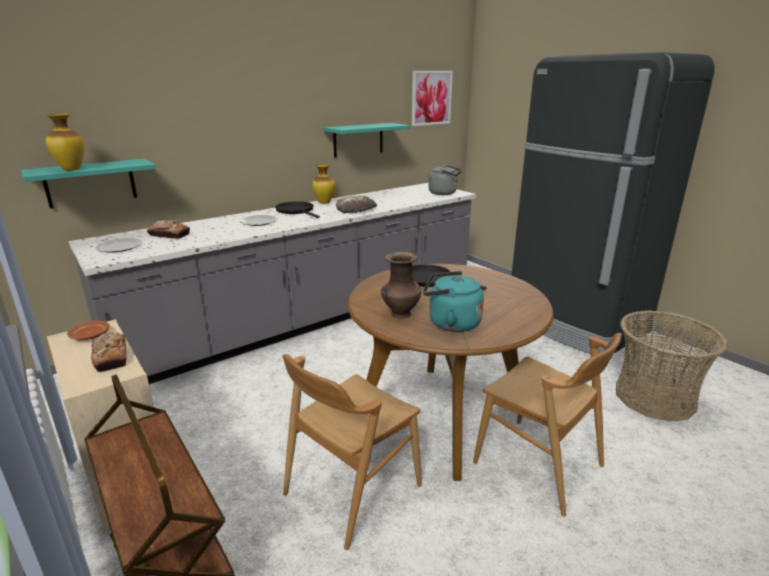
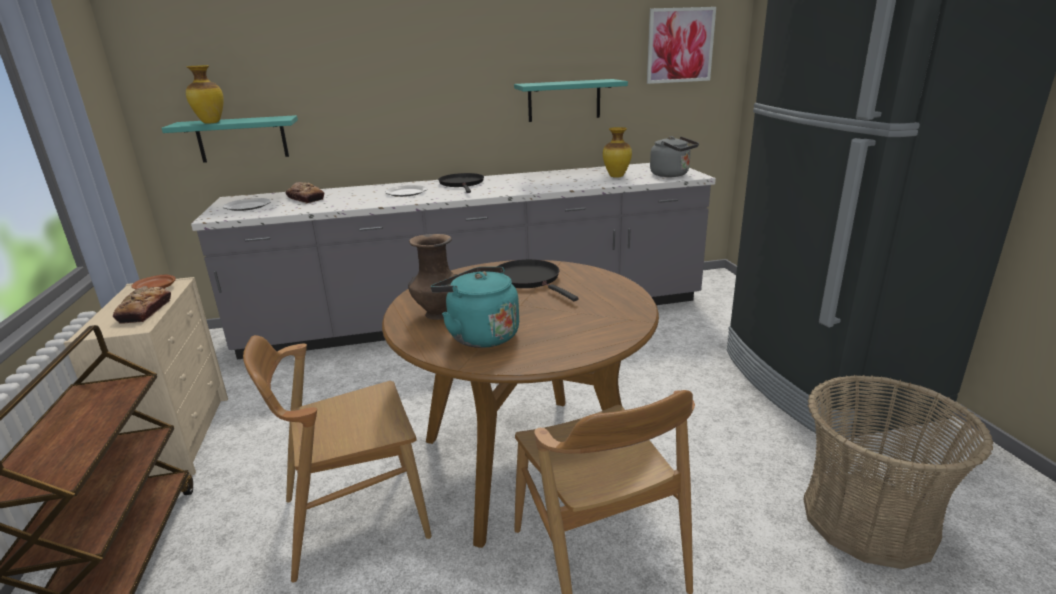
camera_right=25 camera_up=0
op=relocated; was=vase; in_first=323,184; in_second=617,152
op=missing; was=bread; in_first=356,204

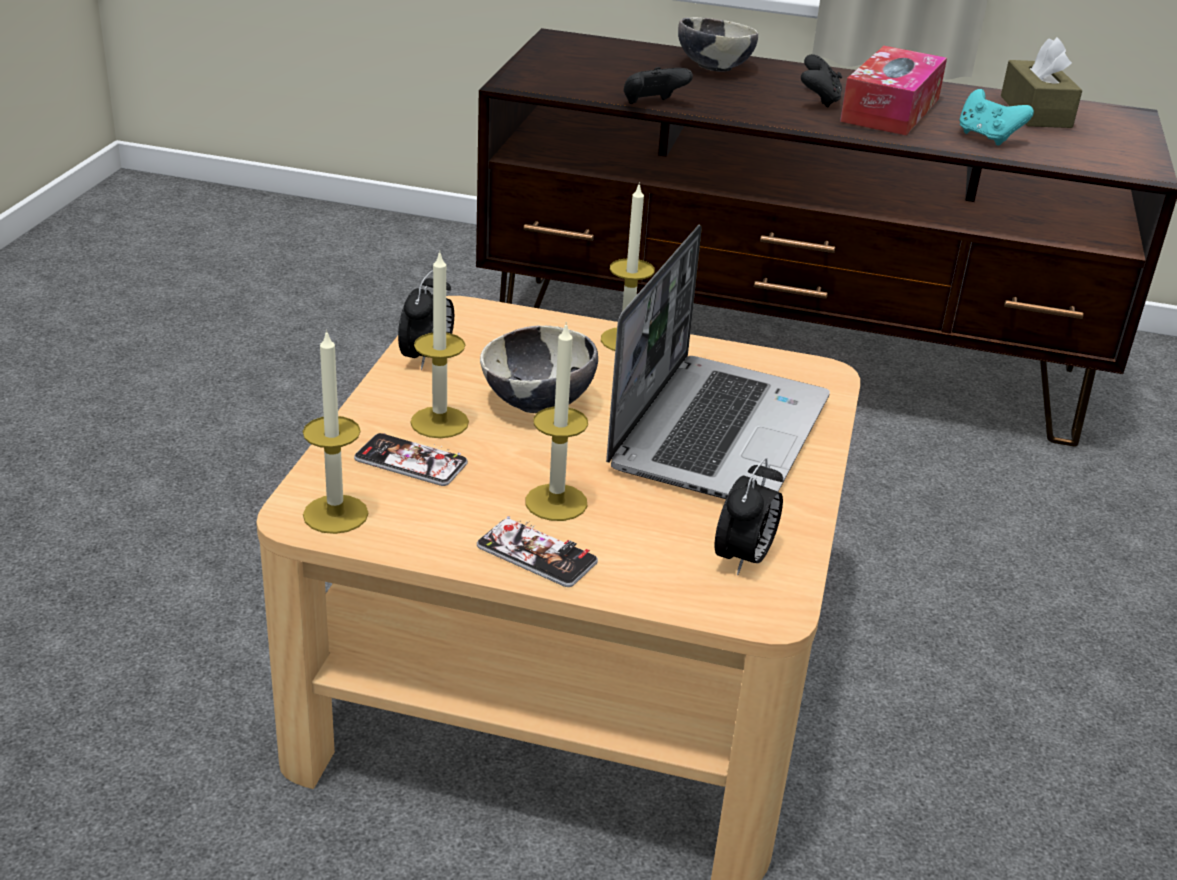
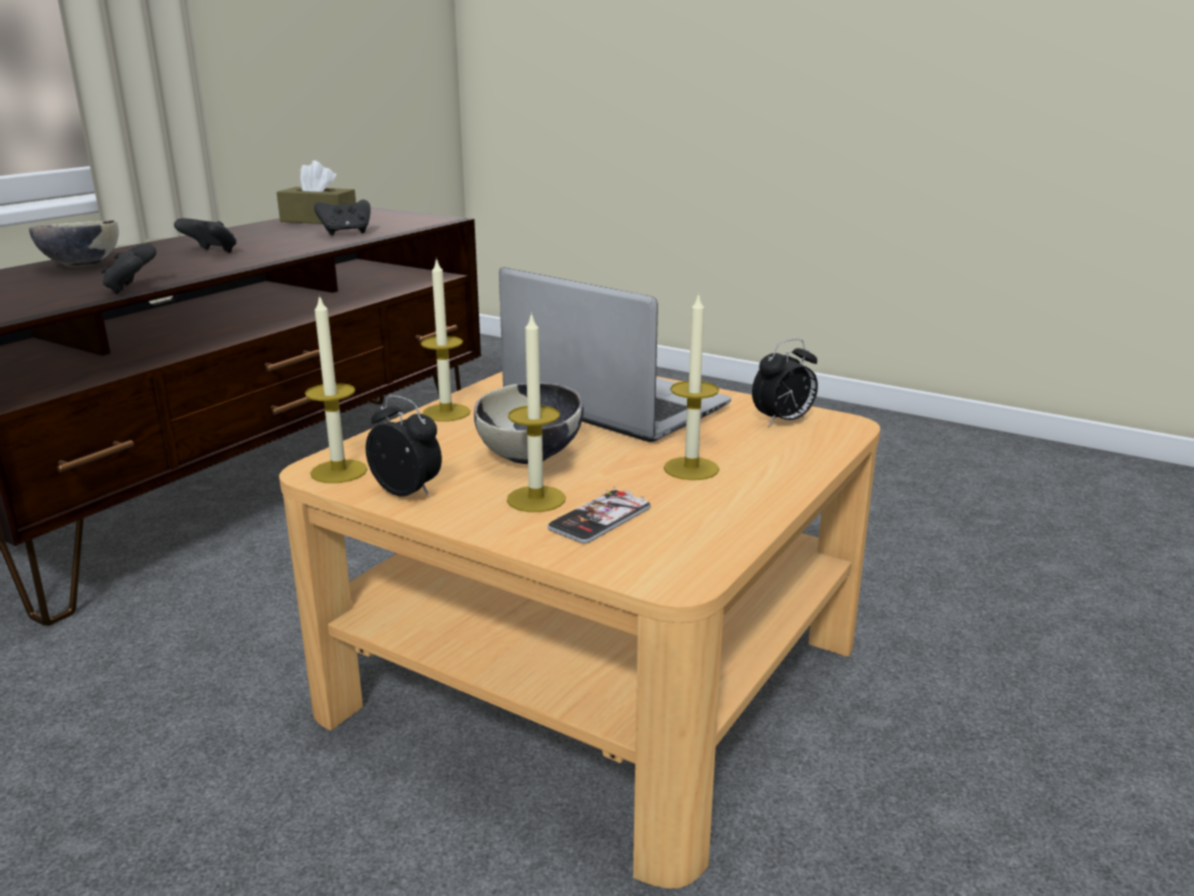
camera_right=-70 camera_up=-10
op=relocated; was=candle; in_first=336,431; in_second=336,388
op=missing; was=phone; in_first=537,551
op=spun; was=alarm clock; in_first=748,516; in_second=785,382; clockwise=105
op=missing; was=tissue box; in_first=893,91
op=colour; was=turquoise game controller; now=black game controller; in_first=997,117; in_second=342,217

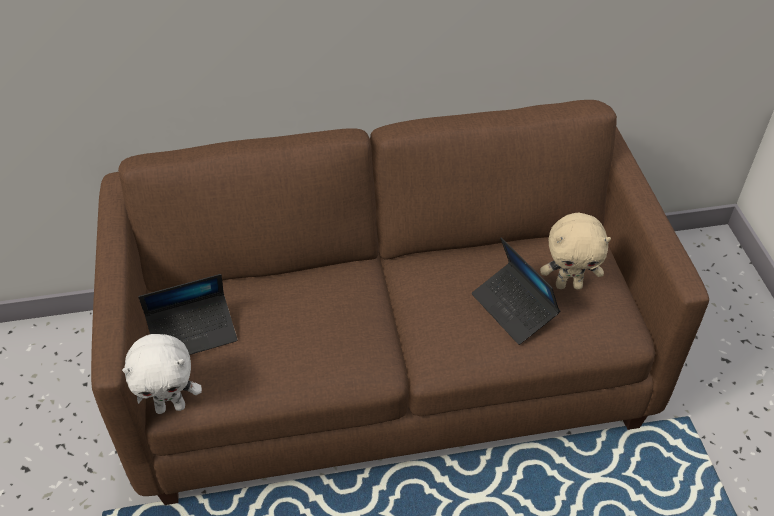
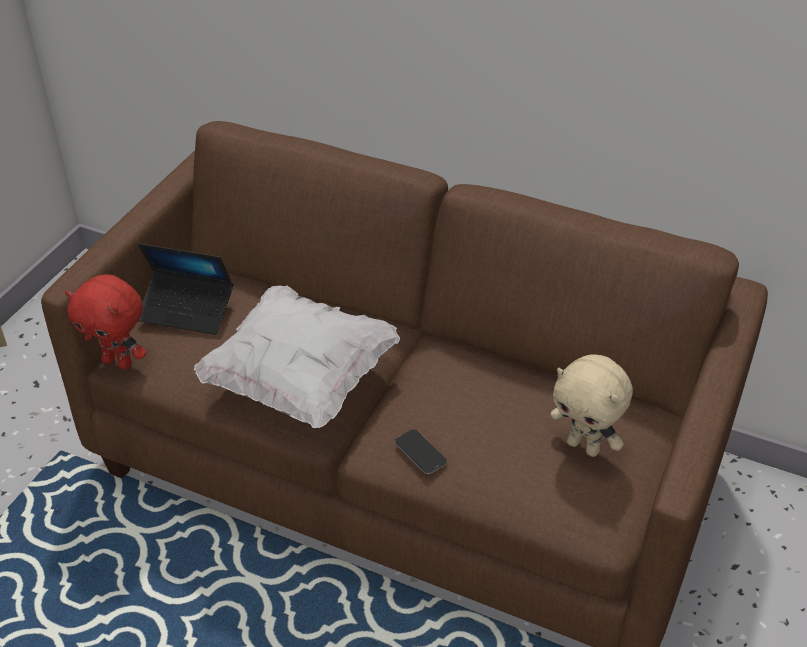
camera_right=35 camera_up=-5
op=colour; was=white plush toy; now=red plush toy; in_first=162,374; in_second=106,322
op=missing; was=laptop; in_first=516,291
op=appeared; now=white pillow; in_second=297,356
op=appeared; now=phone; in_second=421,451

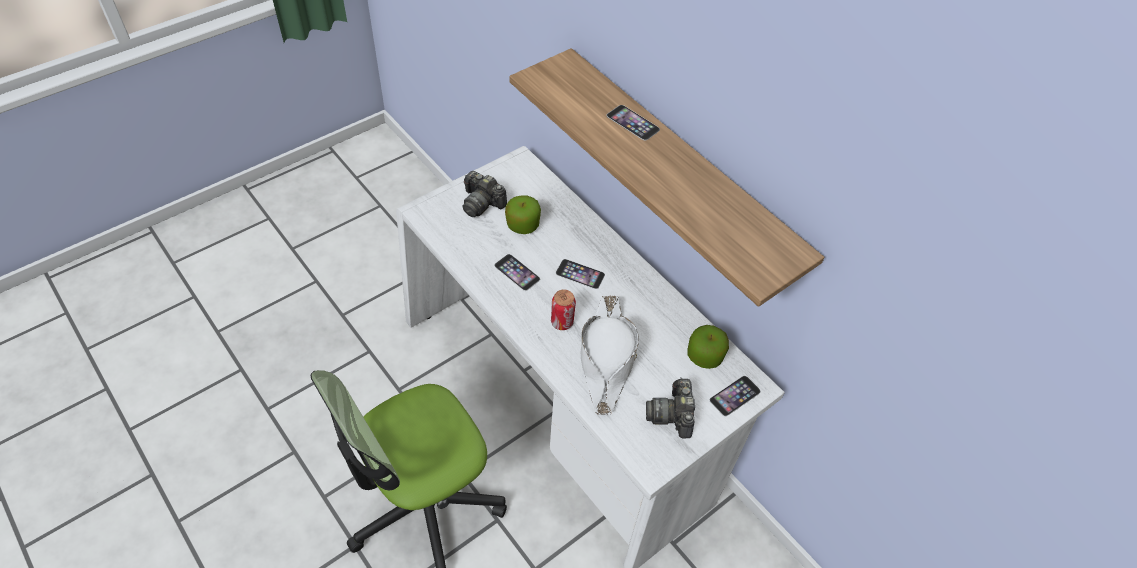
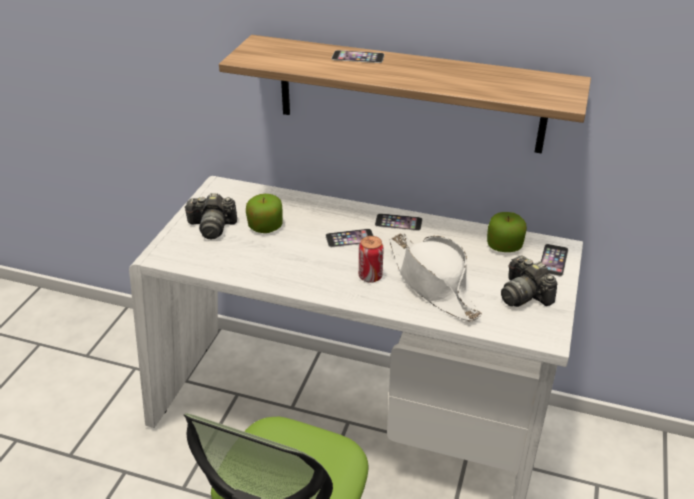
camera_right=-30 camera_up=-15
op=relocated; was=phone; in_first=517,272; in_second=399,222

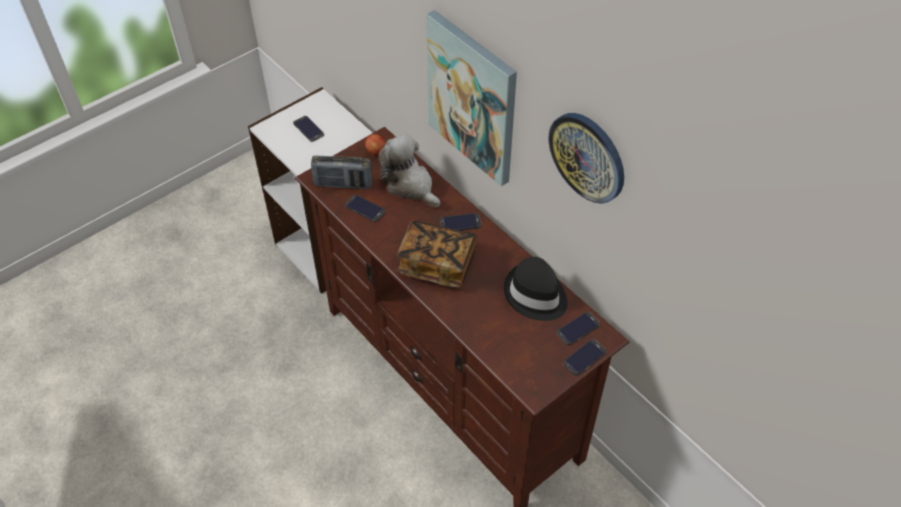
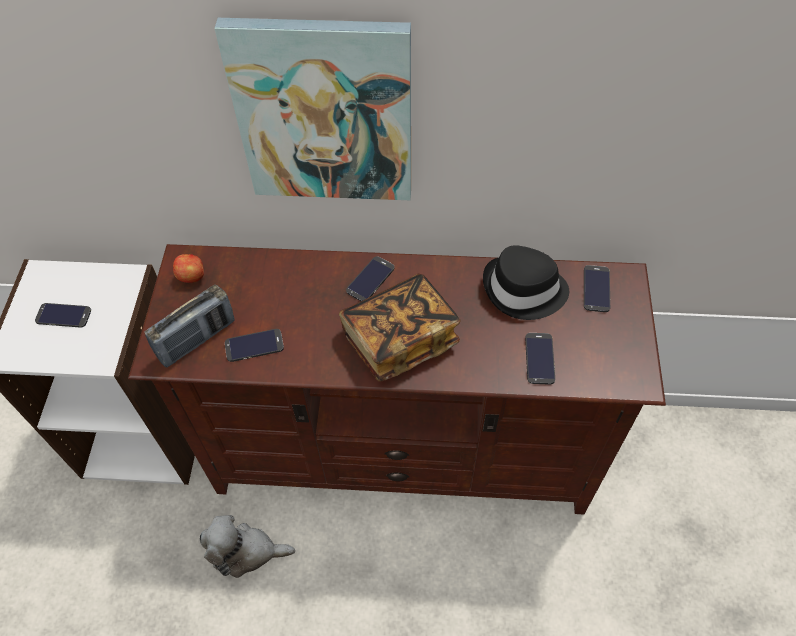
camera_right=-45 camera_up=5
op=relocated; was=plush toy; in_first=409,171; in_second=247,546
op=missing; was=wall clock; in_first=586,158
op=relocated; was=phone; in_first=584,357; in_second=540,358

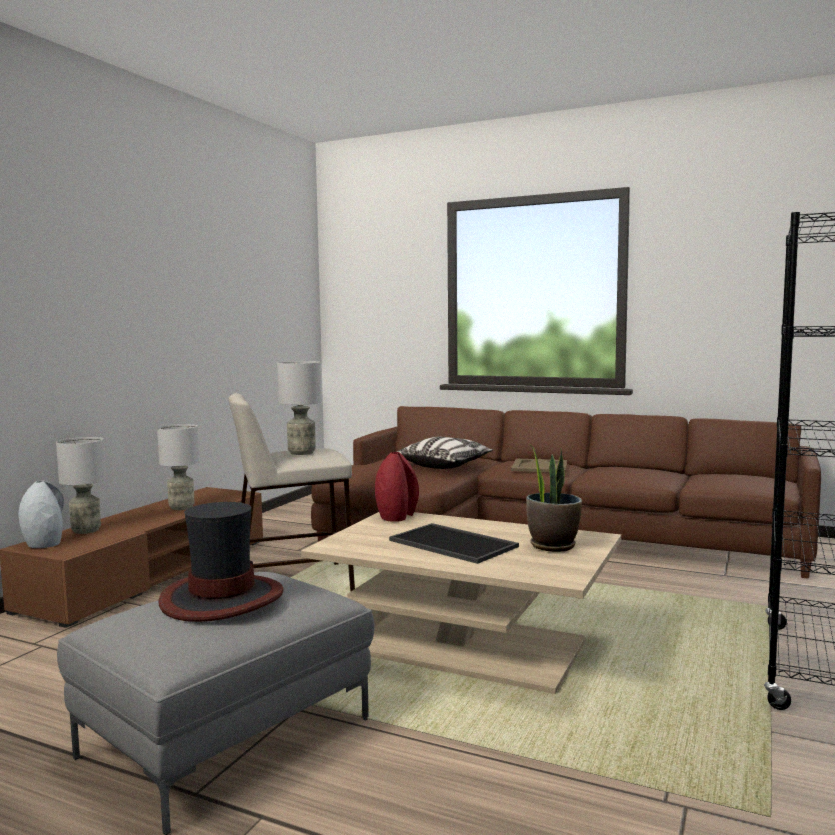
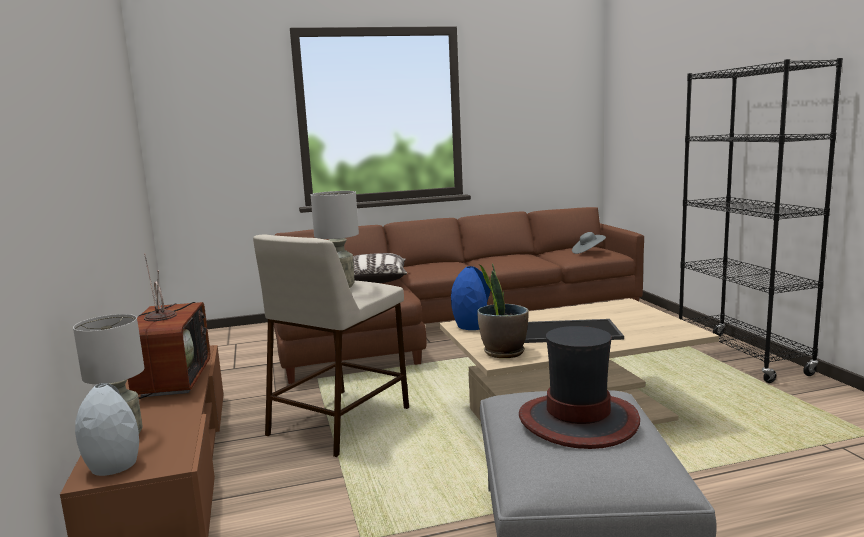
camera_right=-40 camera_up=5
op=exchanged; was=grey table lamp; now=television; in_first=178,467; in_second=169,326
op=colour; was=red vase; now=blue vase; in_first=397,487; in_second=470,298
op=missing; was=beige tray; in_first=539,465
op=relocated; was=potted plant; in_first=554,498; in_second=503,310
op=appeared; now=grey hat; in_second=589,243

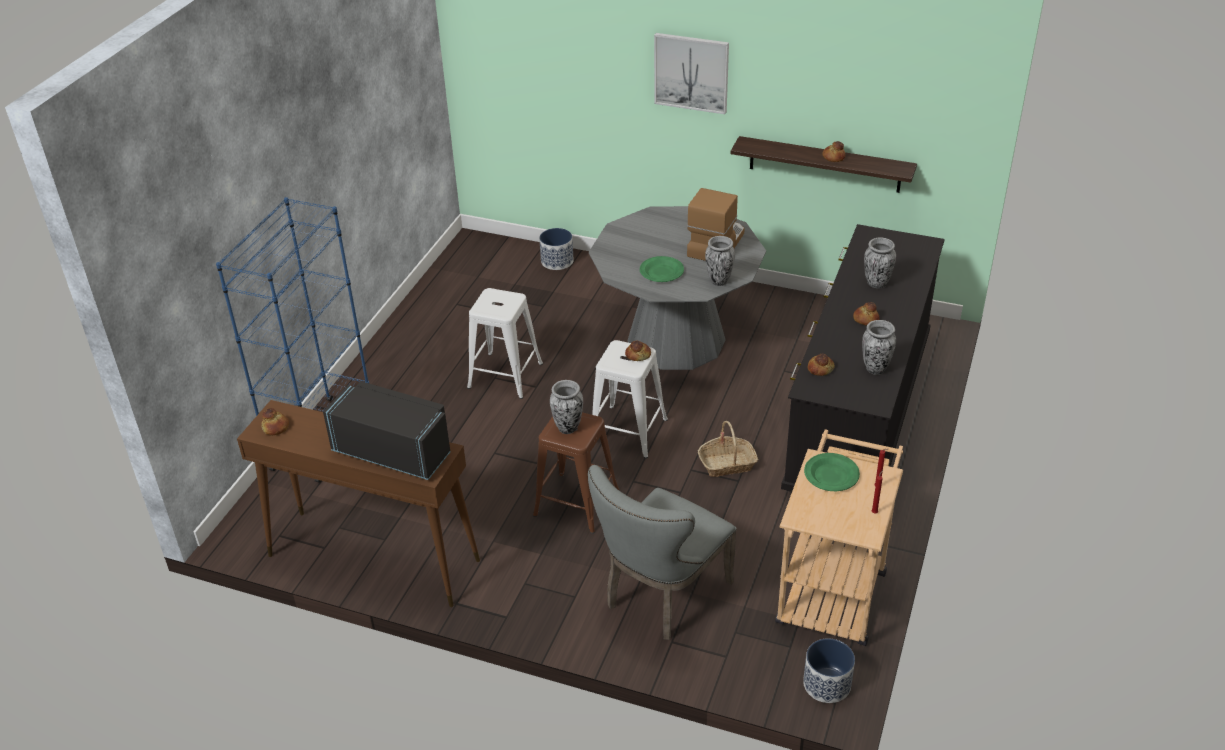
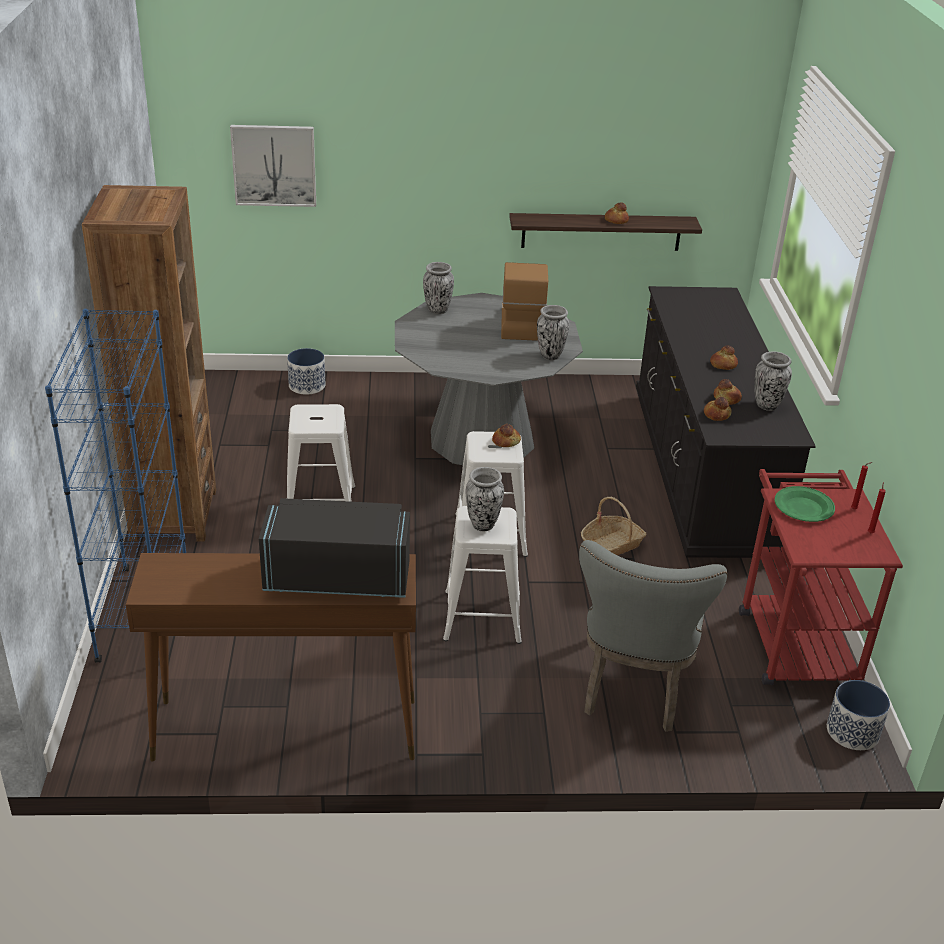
camera_right=-25 camera_up=-5
op=relocated; was=bread; in_first=275,421; in_second=728,392
op=colour; was=brown stool; now=white stool; in_first=576,473; in_second=482,575
op=missing; was=green plate; in_first=662,269
op=relocated; was=picture; in_first=691,73; in_second=273,166
op=colour; was=beige cart; now=red cart; in_first=839,537; in_second=821,577
op=relocated; was=vase; in_first=880,263; in_second=438,288
op=appeared; now=brown bookcase; in_second=149,363

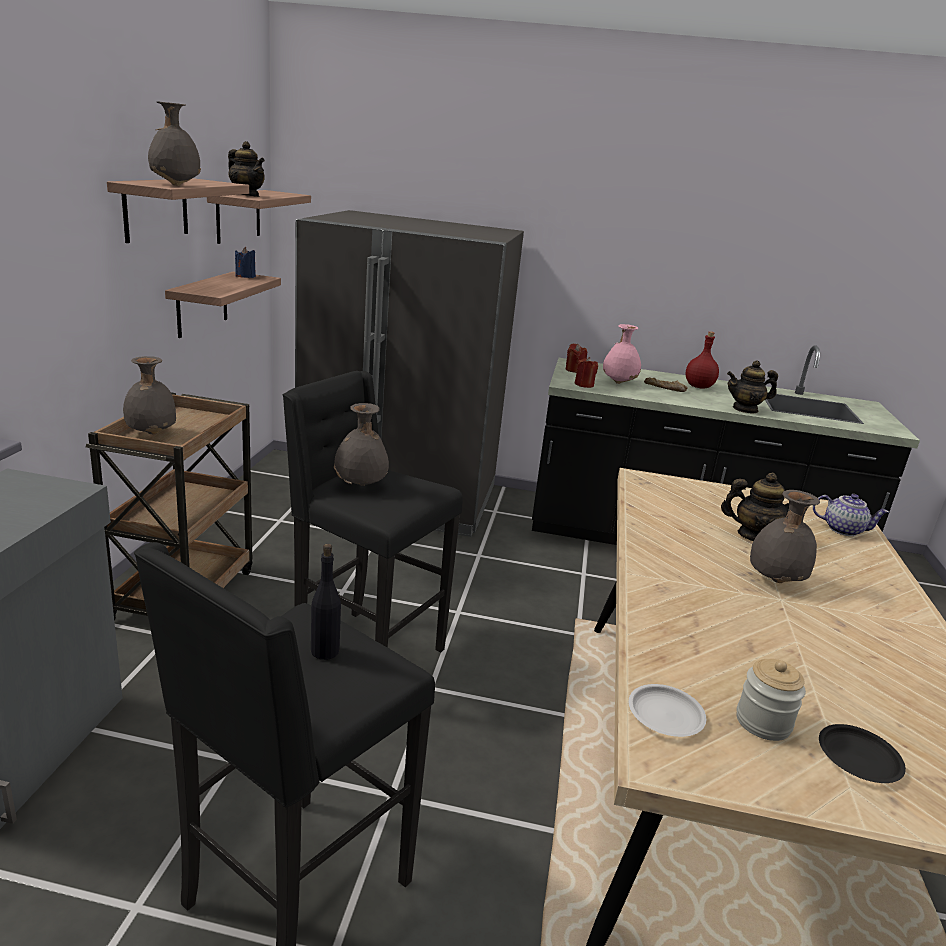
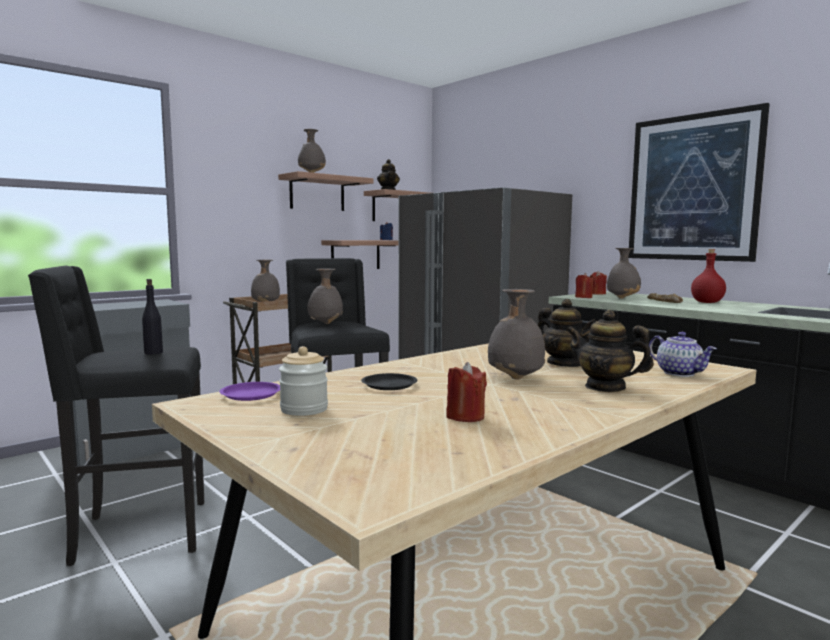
camera_right=40 camera_up=-15
op=colour; was=pink vase; now=grey vase; in_first=622,354; in_second=624,273
op=colour; was=white plate; now=purple plate; in_first=667,710; in_second=249,391
op=relocated; was=teapot; in_first=752,387; in_second=610,351
op=relocated; was=black plate; in_first=862,753; in_second=389,381
op=appeared; now=red candle; in_second=466,392
op=appeared; now=picture; in_second=699,182

